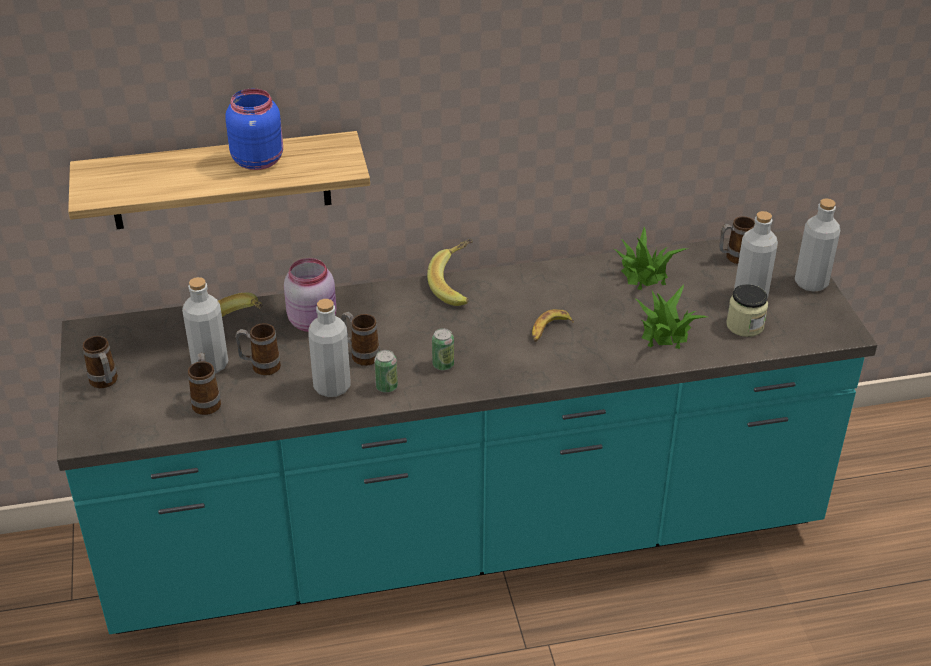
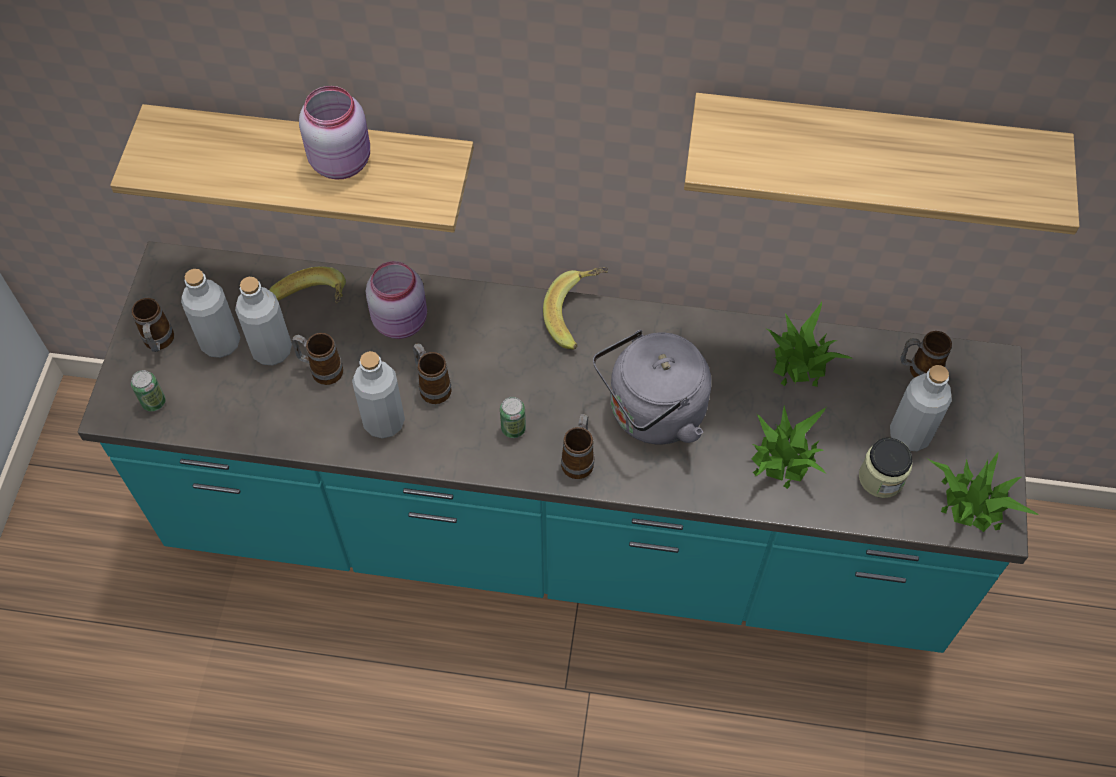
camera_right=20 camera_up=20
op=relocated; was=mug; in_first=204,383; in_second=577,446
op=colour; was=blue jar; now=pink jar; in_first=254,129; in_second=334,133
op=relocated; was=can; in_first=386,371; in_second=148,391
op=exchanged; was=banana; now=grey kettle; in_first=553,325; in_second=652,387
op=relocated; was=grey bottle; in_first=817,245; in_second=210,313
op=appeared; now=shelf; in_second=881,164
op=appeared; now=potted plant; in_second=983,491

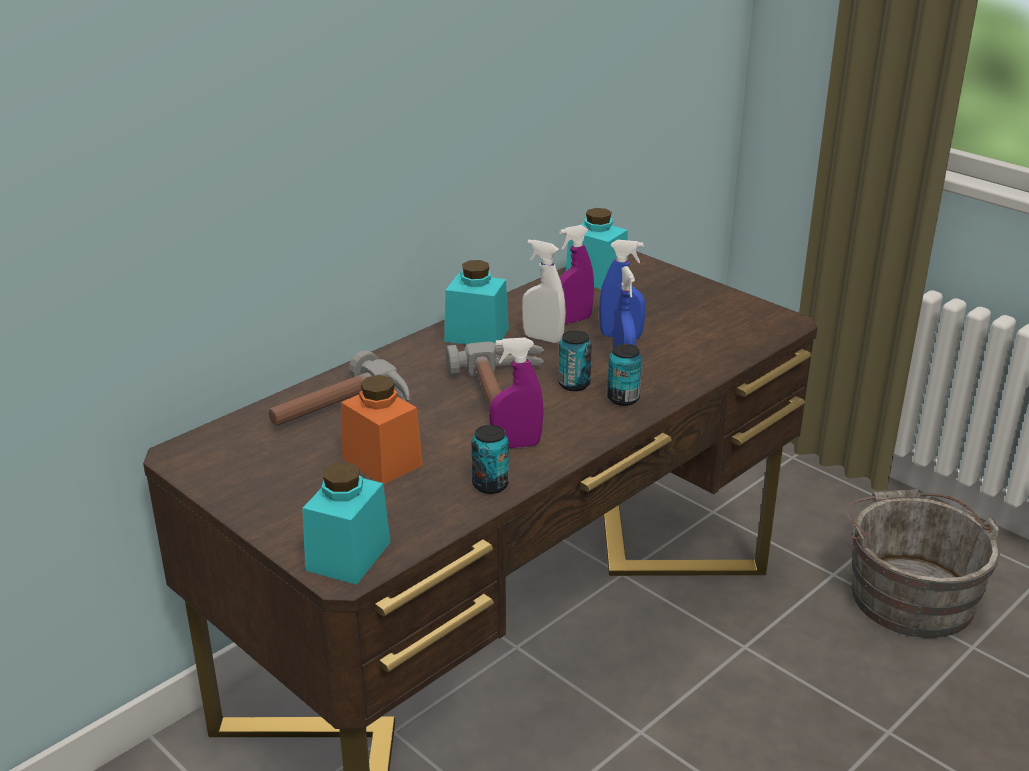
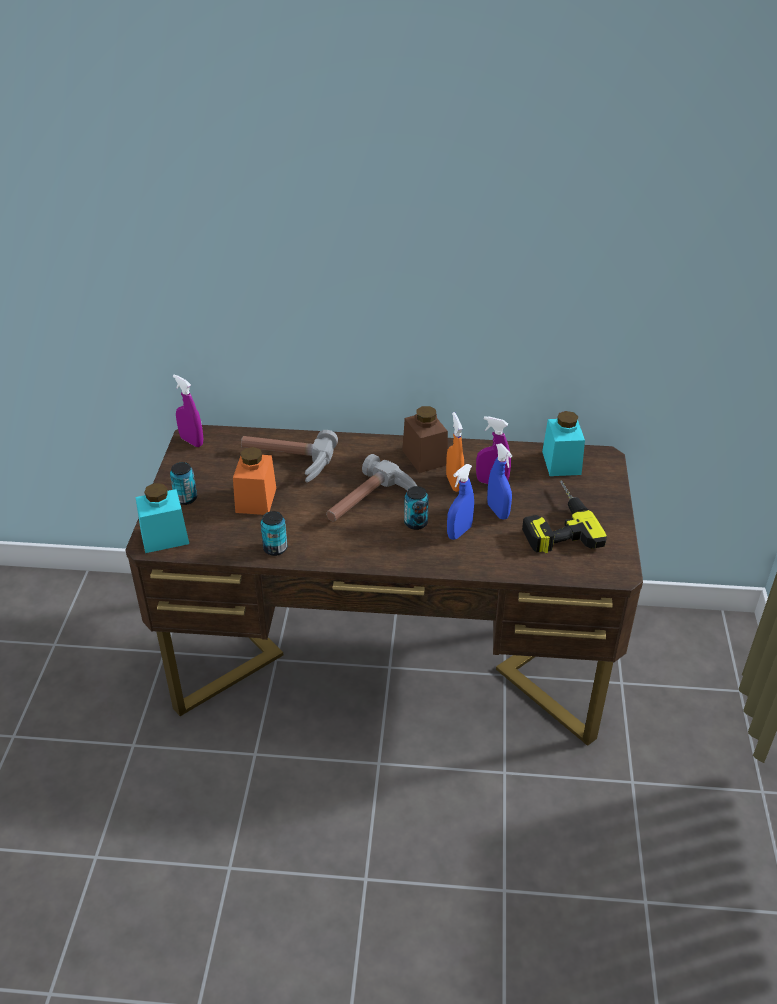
camera_right=50 camera_up=10
op=colour; was=turquoise jar; now=brown jar; in_first=476,302; in_second=425,439
op=relocated; was=purple spray bottle; in_first=516,393; in_second=188,410
op=colour; was=white spray bottle; now=orange spray bottle; in_first=544,291; in_second=455,452
op=relocated; was=can; in_first=624,375; in_second=183,483
op=missing; was=grey bucket; in_first=923,563
op=appeared; now=power drill; in_second=564,517

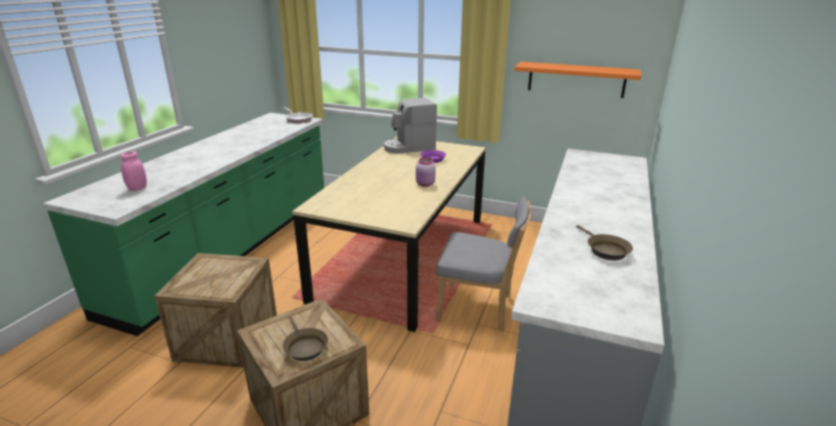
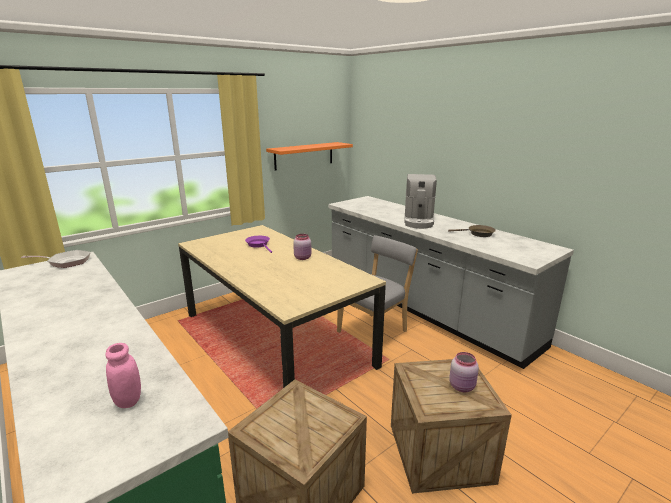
camera_right=-60 camera_up=-5
op=exchanged; was=brown frying pan; now=pink jar; in_first=305,338; in_second=464,372
op=relocated; was=coffee machine; in_first=410,126; in_second=421,201

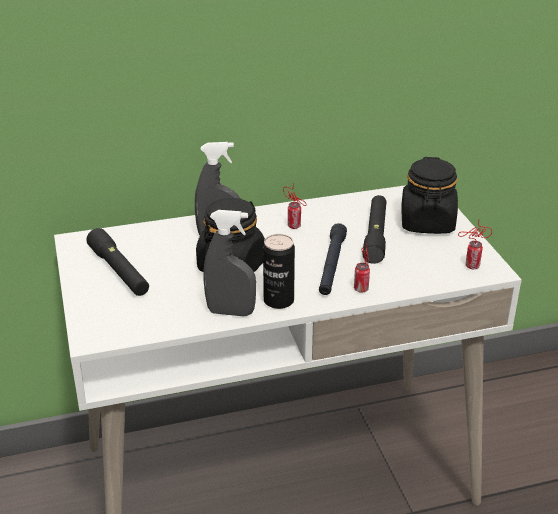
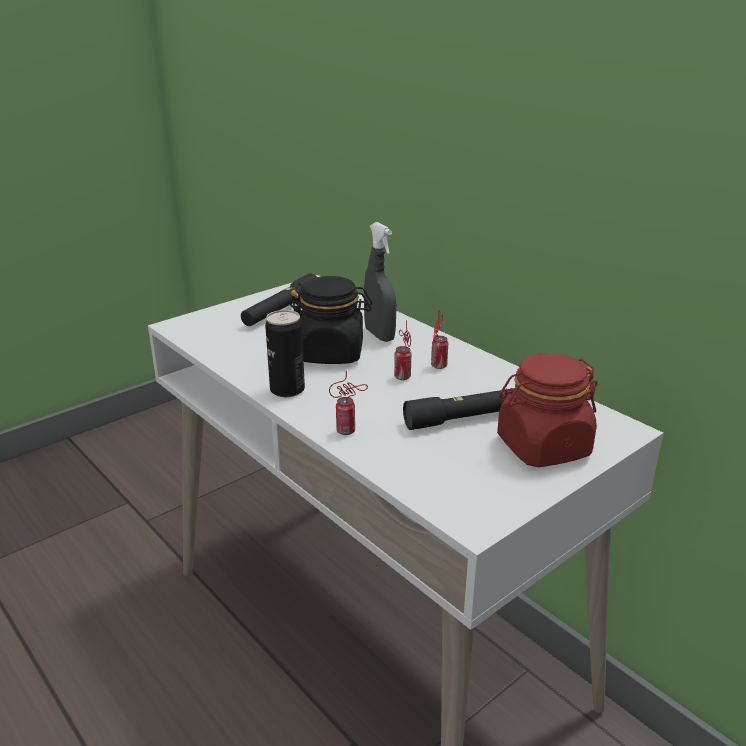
camera_right=65 camera_up=-5
op=missing; was=grey spray bottle; in_first=230,263
op=missing; was=black flashlight; in_first=333,259
op=colour; was=black jar; now=red jar; in_first=429,195; in_second=547,410
op=relocated; was=can; in_first=475,245; in_second=402,350

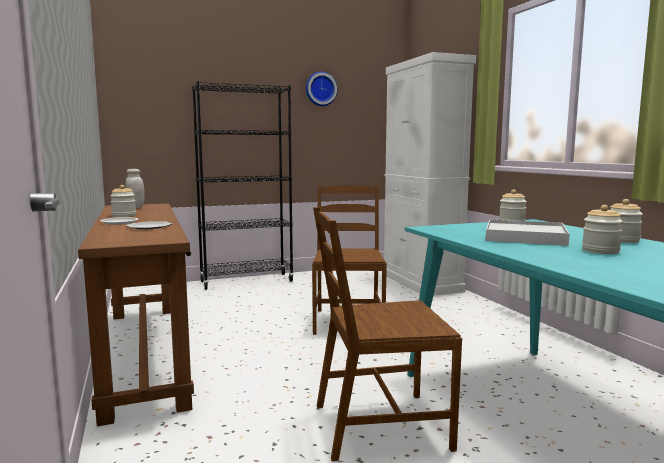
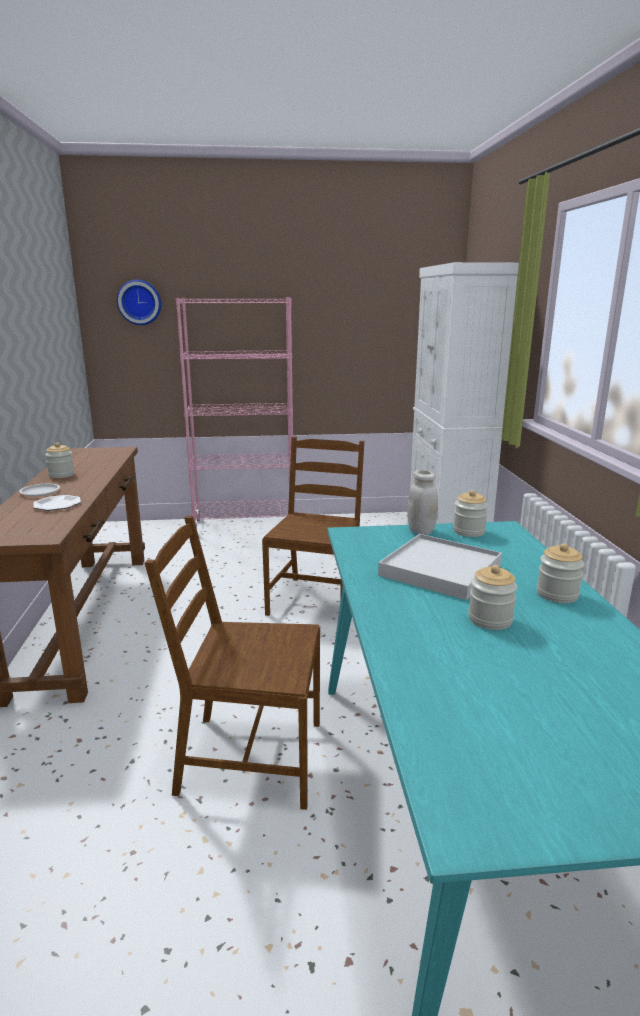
camera_right=15 camera_up=10
op=relocated; was=white jar; in_first=135,188; in_second=422,502
op=colour; was=black bookcase; now=pink bookcase; in_first=243,185; in_second=234,413
op=relocated; was=wall clock; in_first=322,89; in_second=139,302

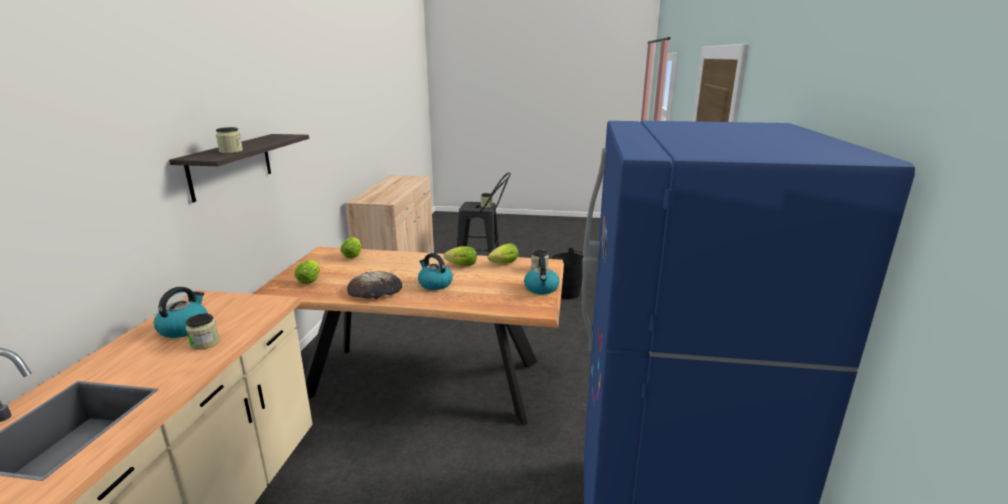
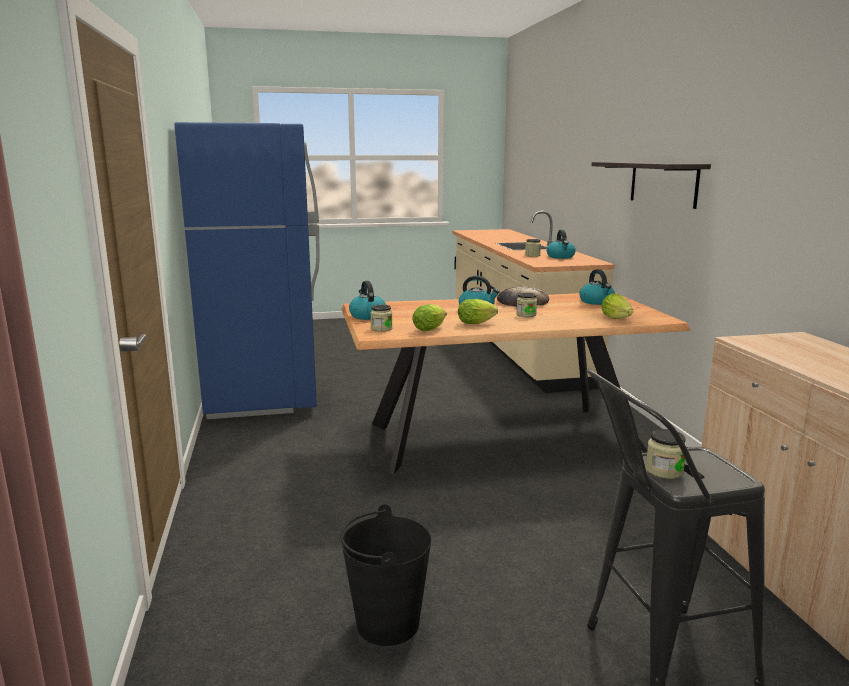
camera_right=160 camera_up=-5
op=relocated; was=jar; in_first=229,140; in_second=526,305
op=exchanged; was=lettuce; now=kettle; in_first=307,272; in_second=597,287

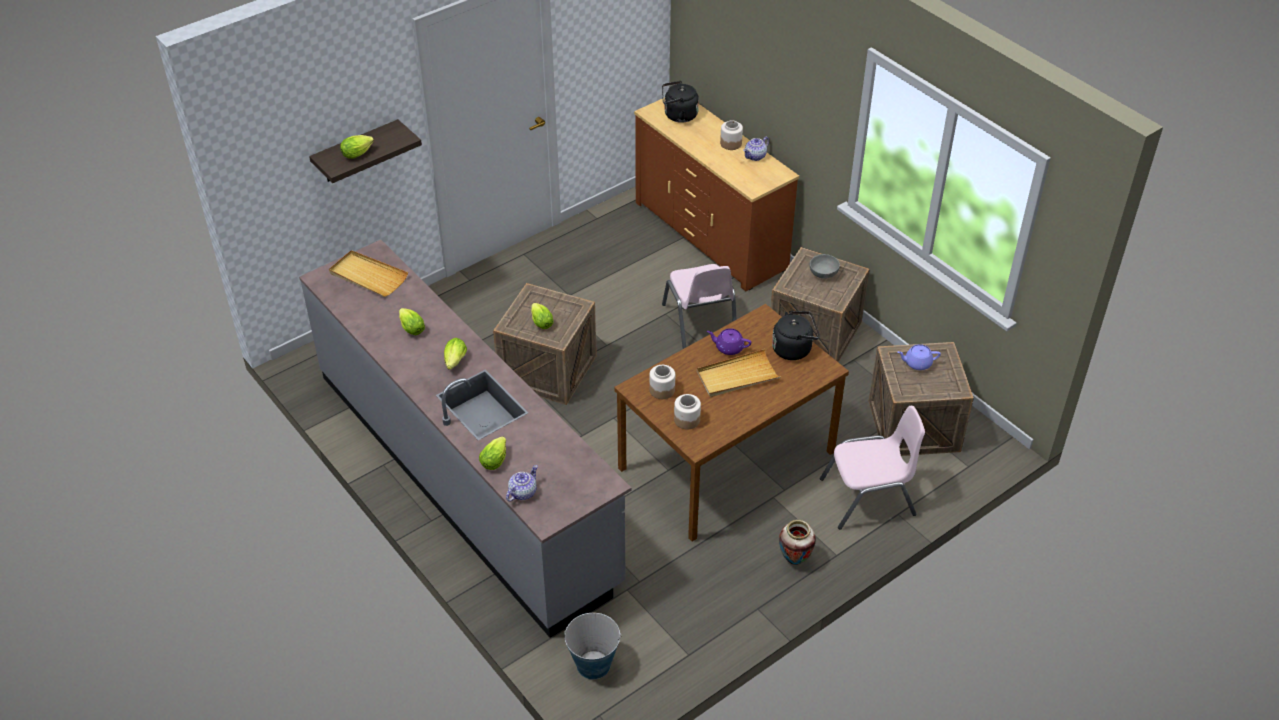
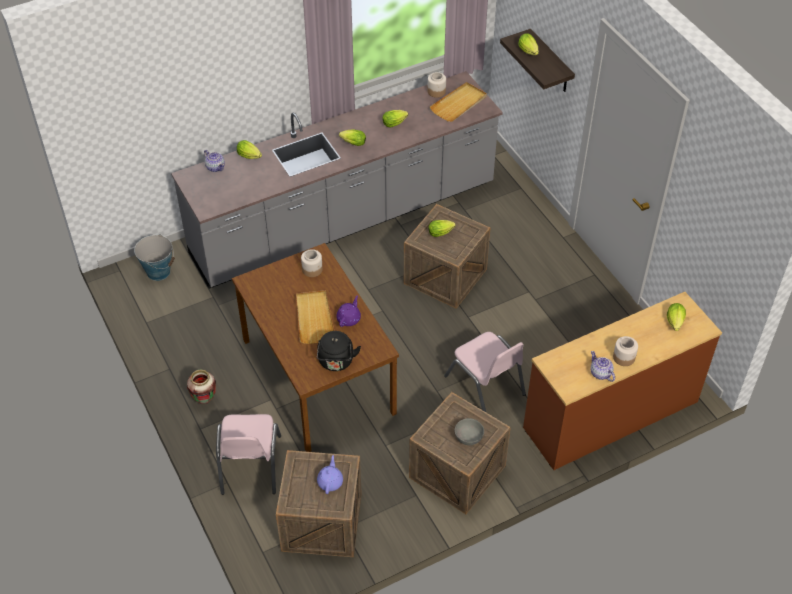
camera_right=100 camera_up=5
op=exchanged; was=black kettle; now=lettuce; in_first=680,102; in_second=676,317
op=spun; was=pink chair; in_first=699,306; in_second=485,372; clockwise=-120
op=relocated; was=jar; in_first=687,412; in_second=436,85

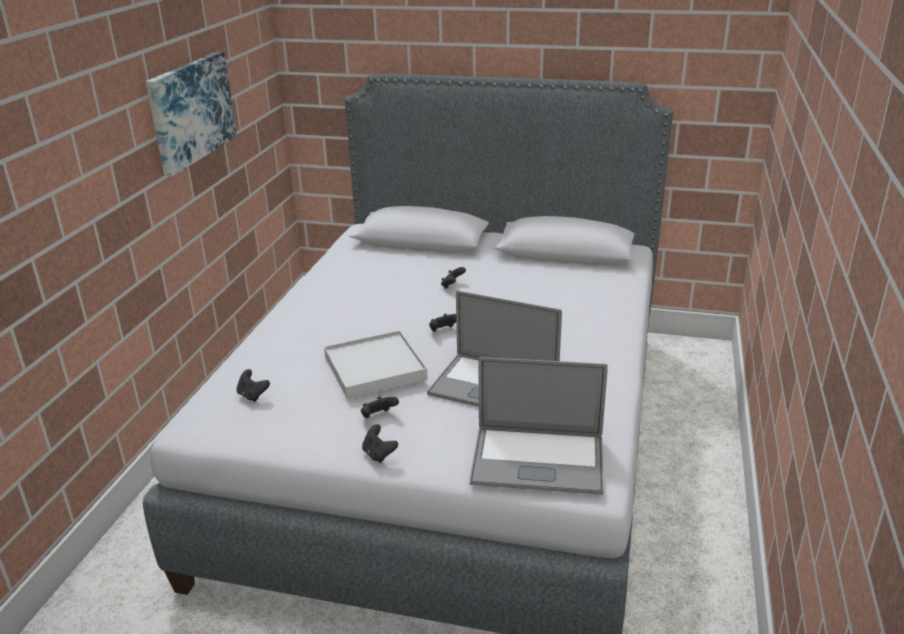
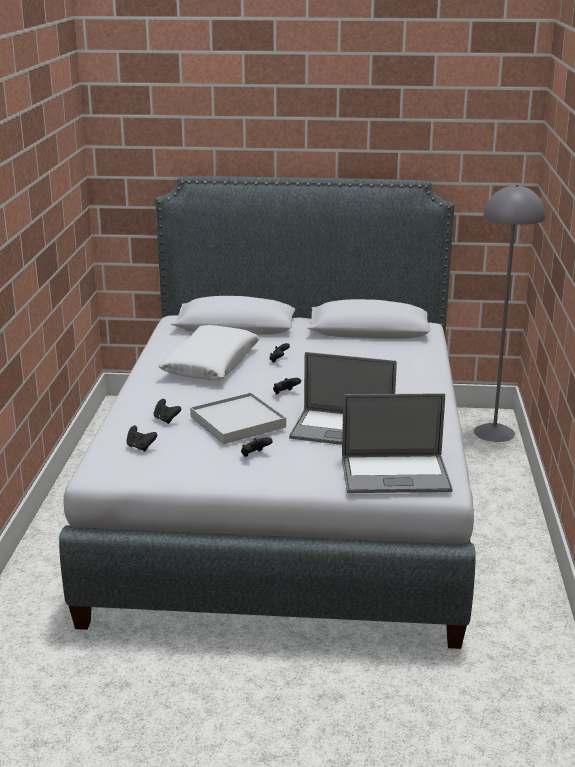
camera_right=-10 camera_up=-5
op=missing; was=picture; in_first=191,114
op=relocated; was=black game controller; in_first=380,443; in_second=167,411
op=appeared; now=white pillow; in_second=209,353
op=appeared; now=grey floor lamp; in_second=509,313

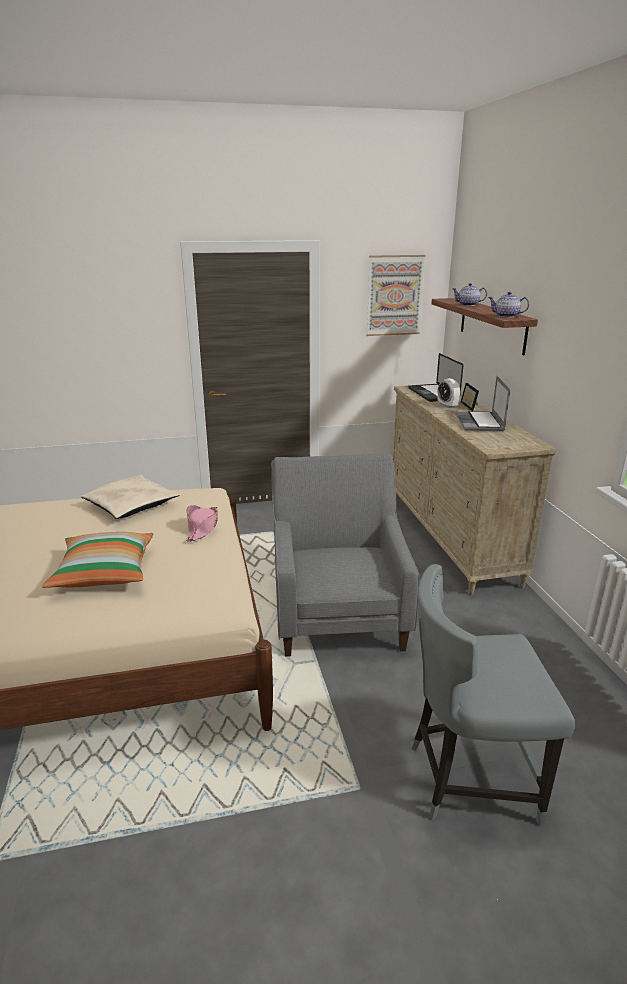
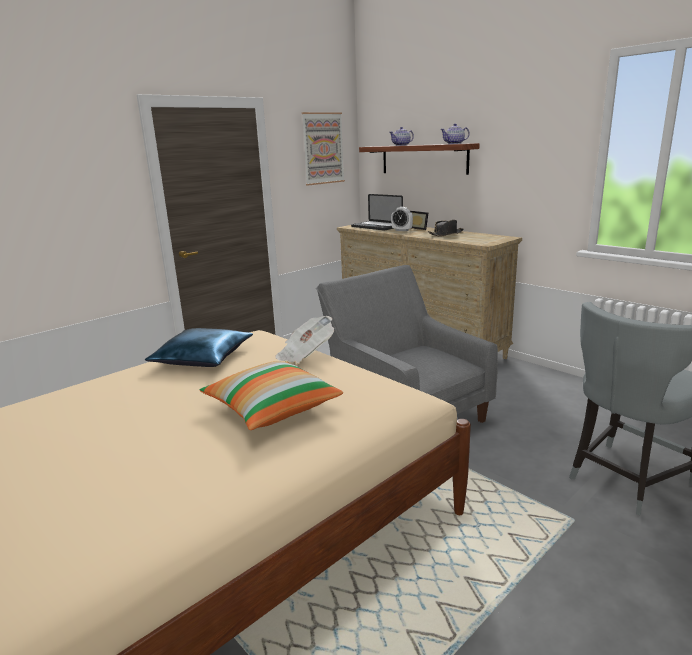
camera_right=-30 camera_up=-5
op=colour; was=beige pillow; now=blue pillow; in_first=130,497; in_second=199,347
op=exchanged; was=pink hat; now=newspaper; in_first=202,523; in_second=304,339
op=exchanged; was=laptop; now=black hat; in_first=483,403; in_second=446,228

